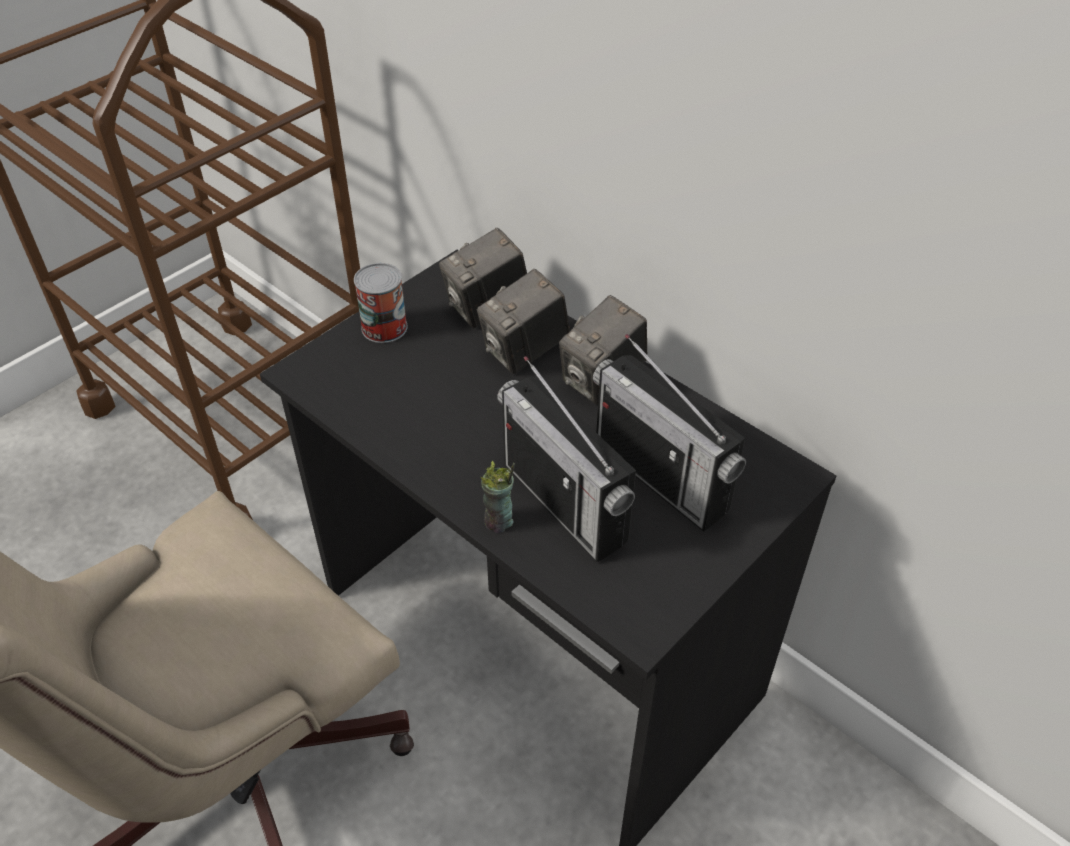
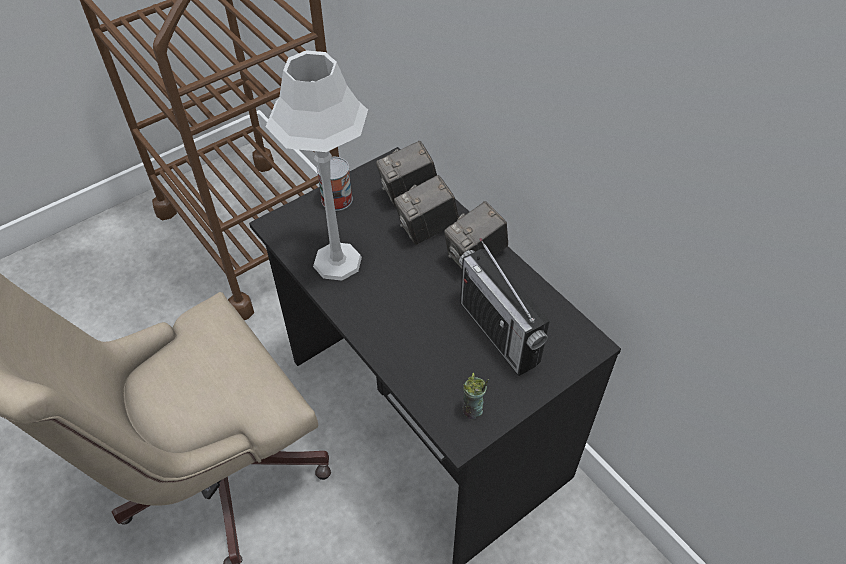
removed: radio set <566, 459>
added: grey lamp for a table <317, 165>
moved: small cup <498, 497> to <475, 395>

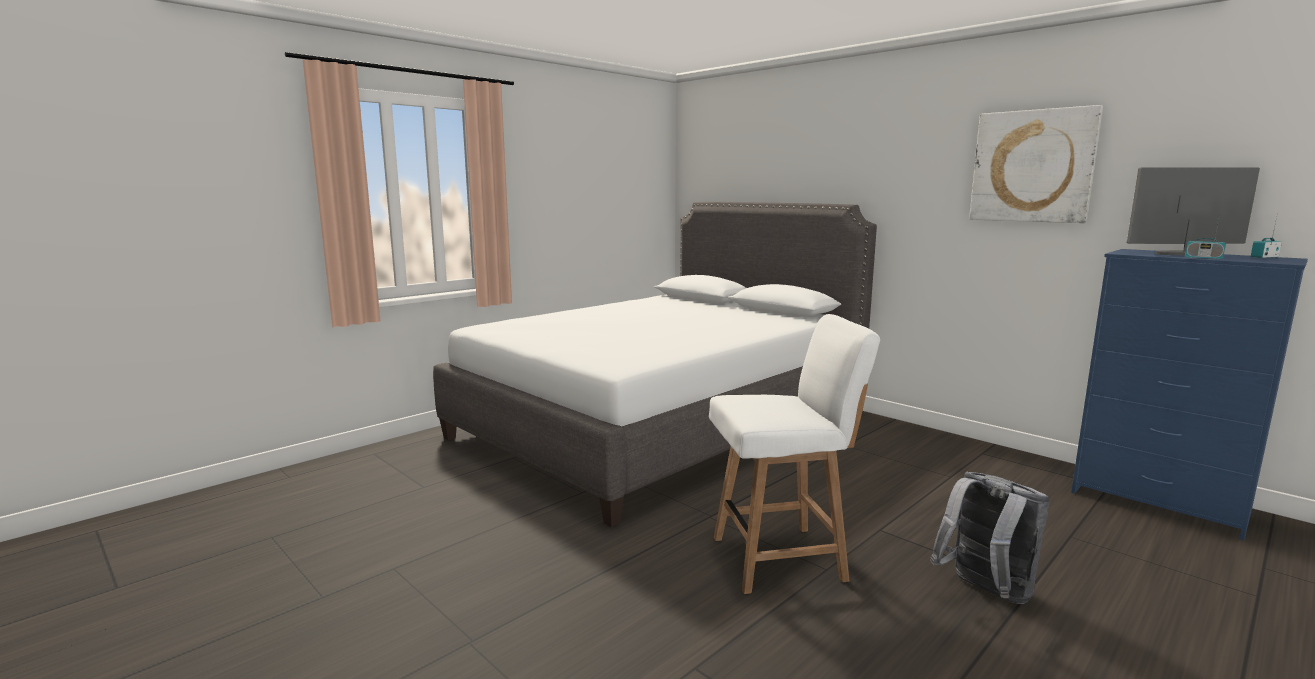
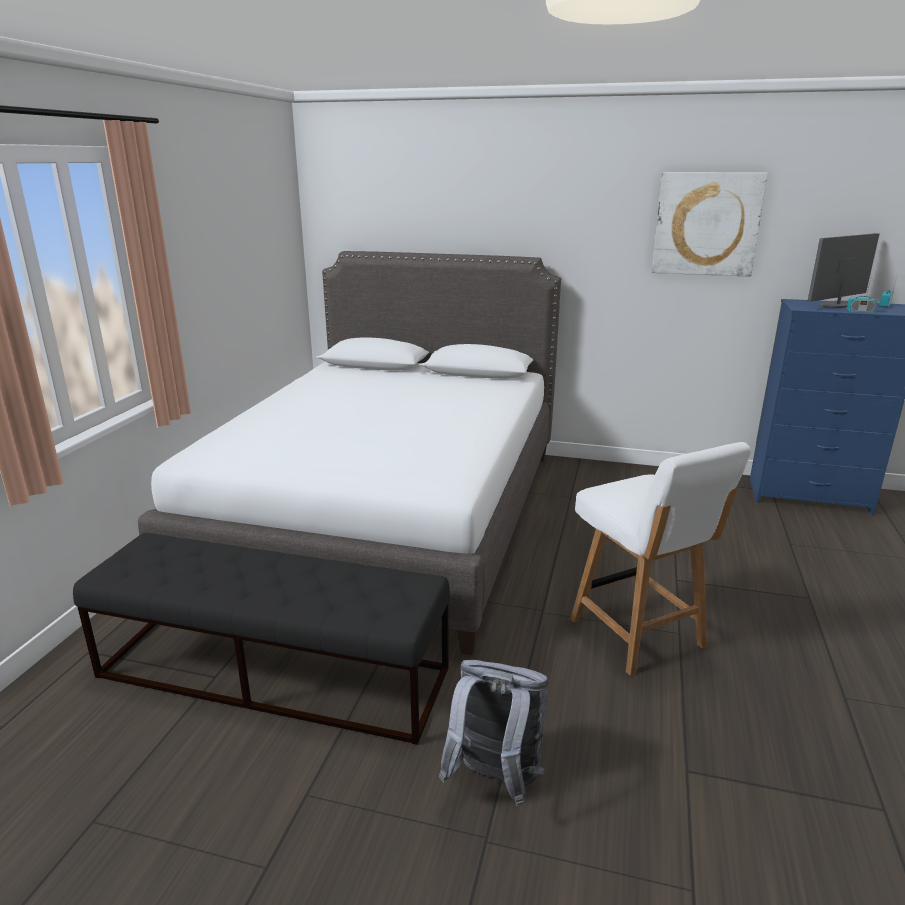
added: blackish long seat <261, 639>
moved: grey knapsack <990, 537> to <494, 733>
turned: white chair <794, 454> = <661, 559> 105 degrees clockwise

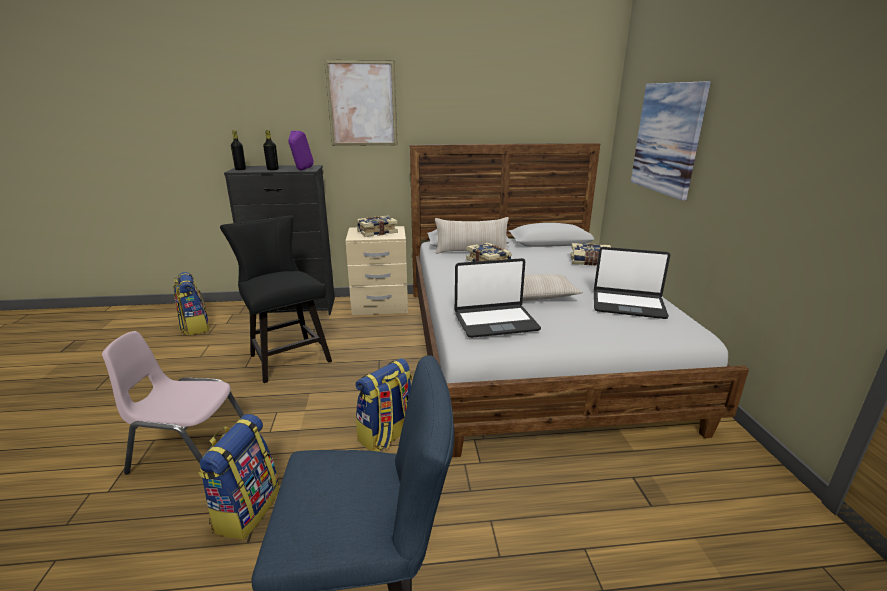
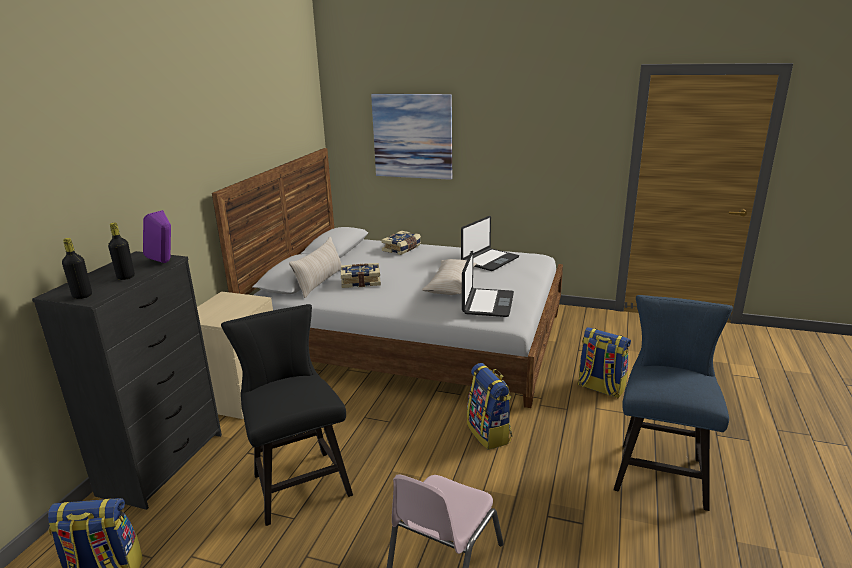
removed: wall picture <361, 103>; volume <377, 226>
moved: knapsack <238, 477> to <604, 362>
turned: blackish chair <276, 299> = <287, 415> 75 degrees clockwise

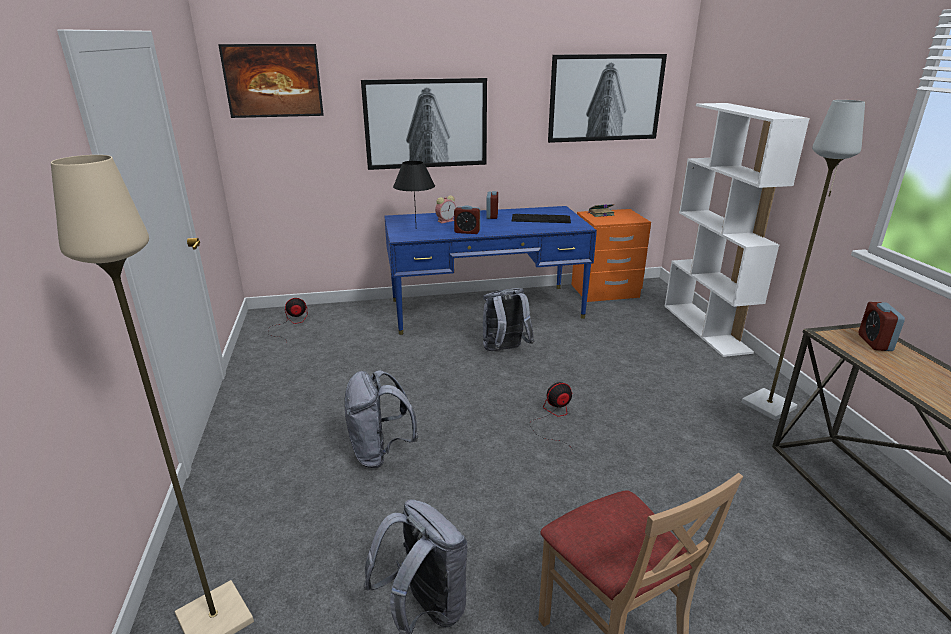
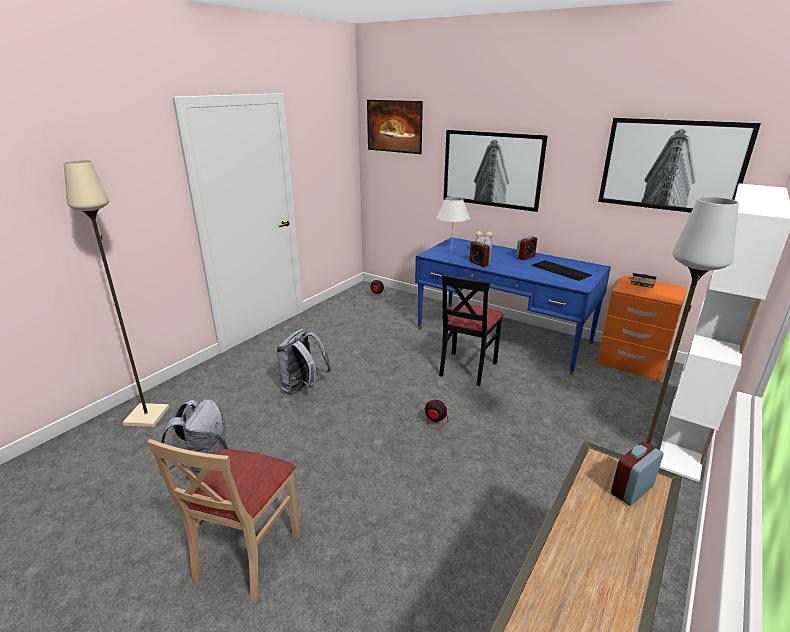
replaced: grey knapsack <509, 319> to blackish chair <471, 330>
recoloured: blackish lamp for a table <414, 191> to white lamp for a table <453, 224>

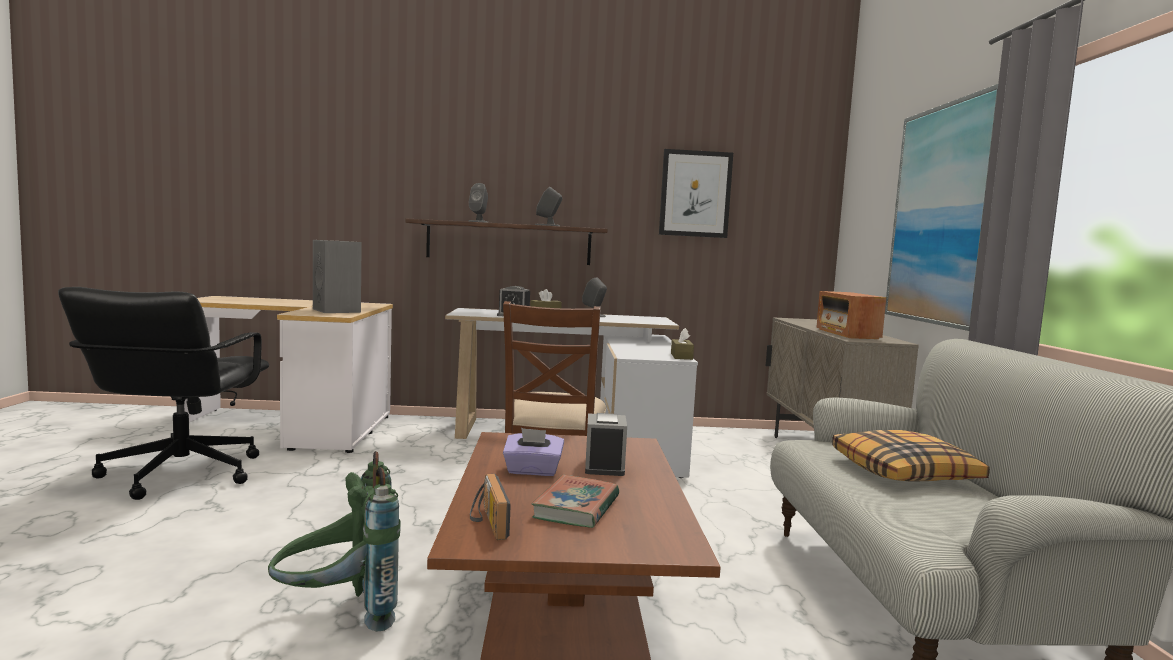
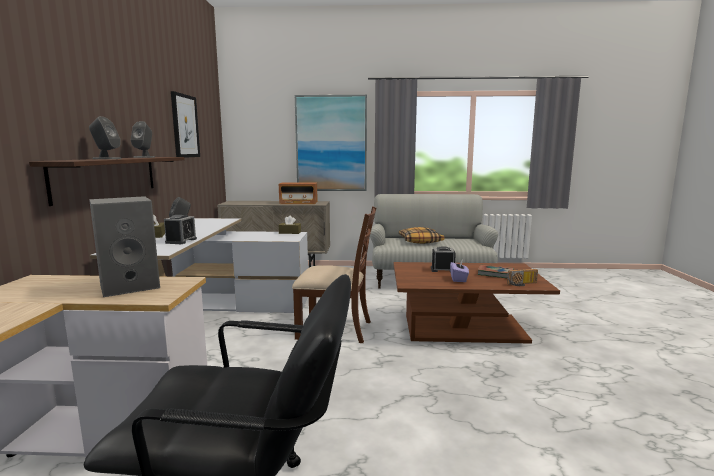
removed: green-coloured knapsack <334, 541>

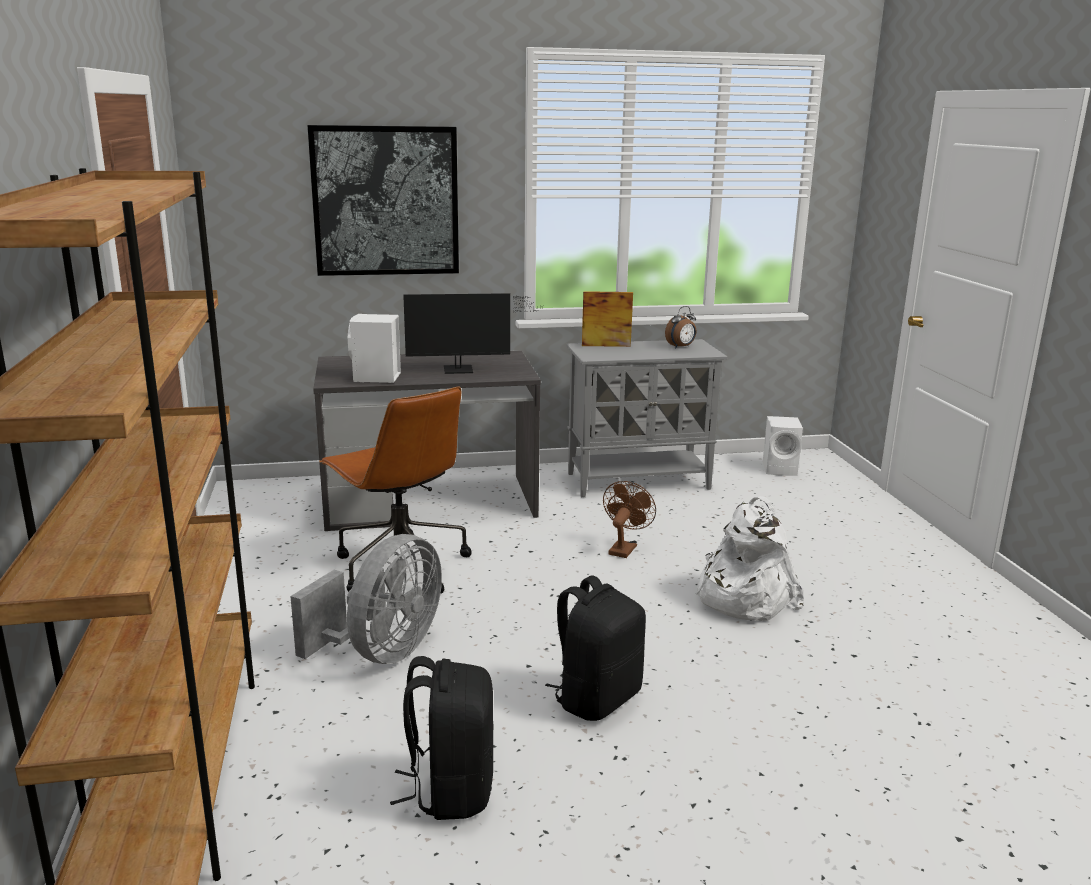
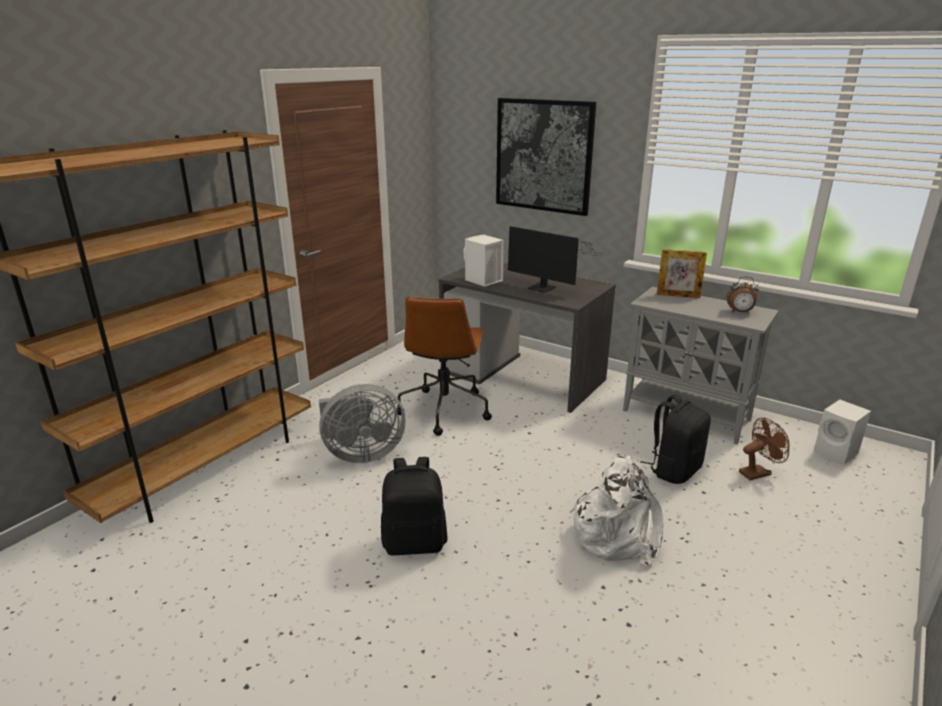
moved: blackish knapsack <441, 738> to <676, 439>; brown cooling fan <629, 519> to <764, 449>
turned: picture frame <607, 319> = <682, 273> 150 degrees clockwise

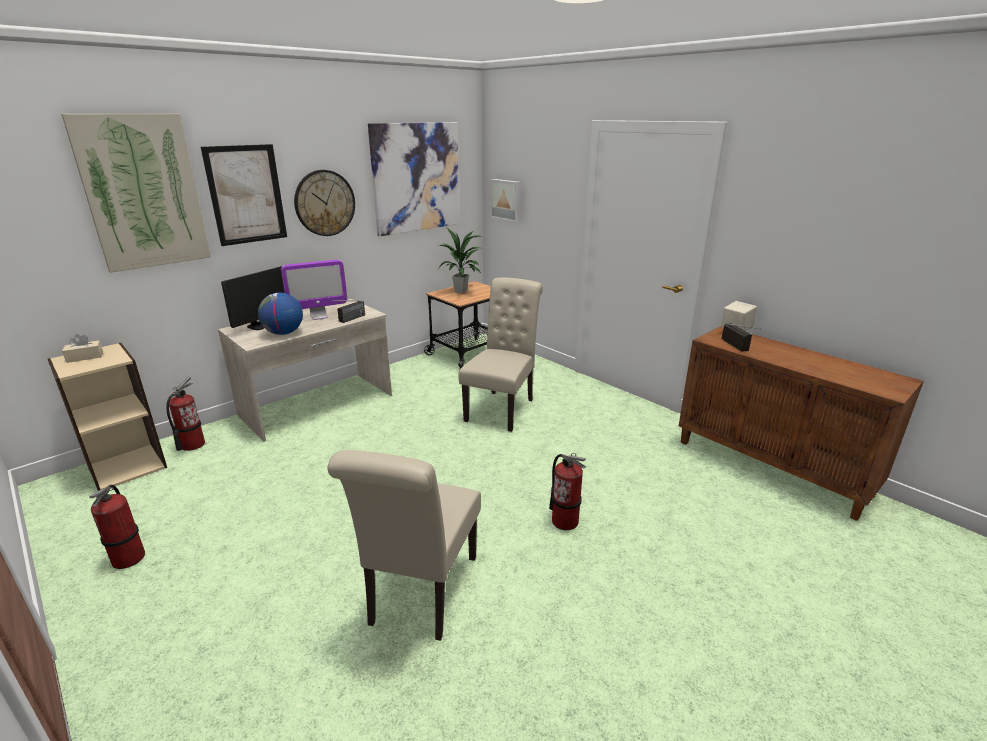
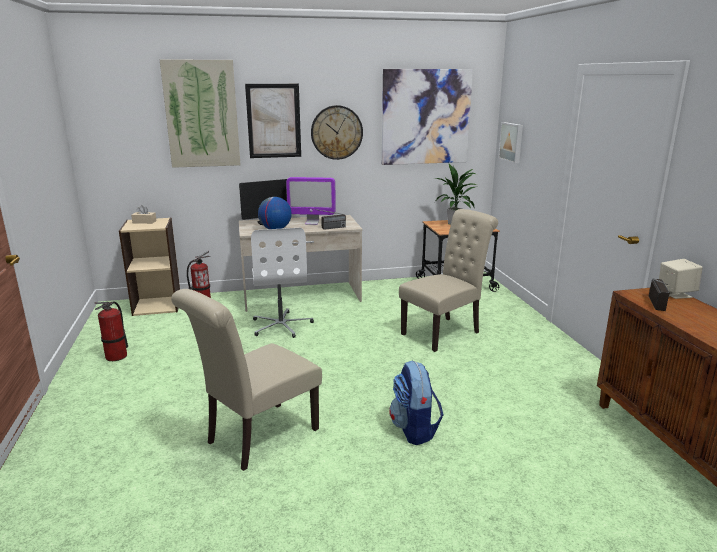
added: white computer chair <282, 283>
replaced: extinguisher <567, 491> to knapsack <416, 403>

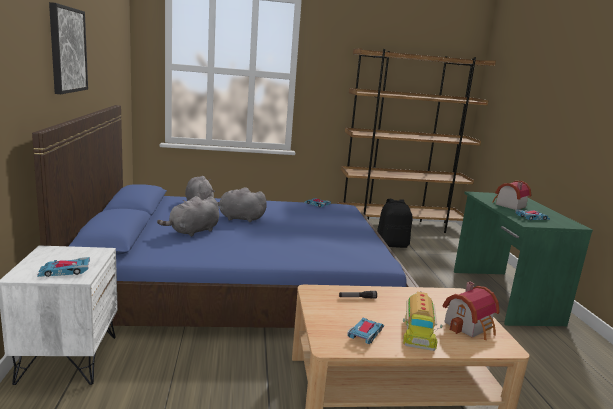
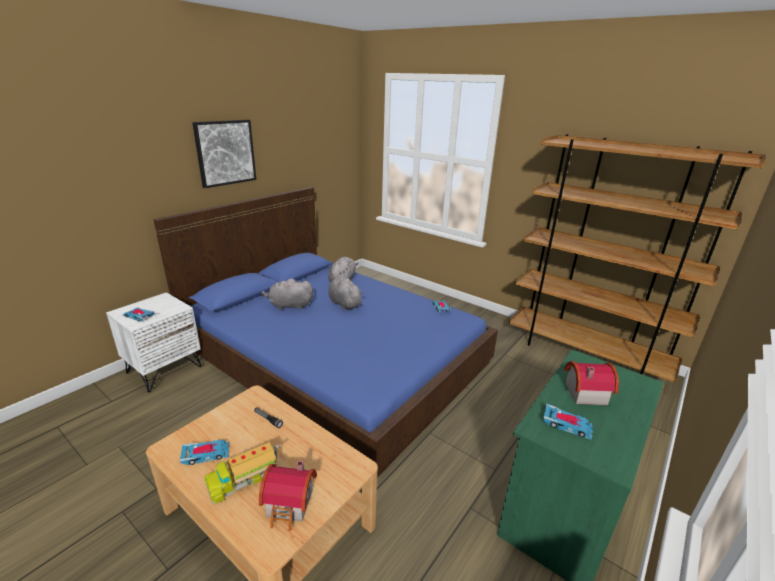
removed: blackish knapsack <395, 223>

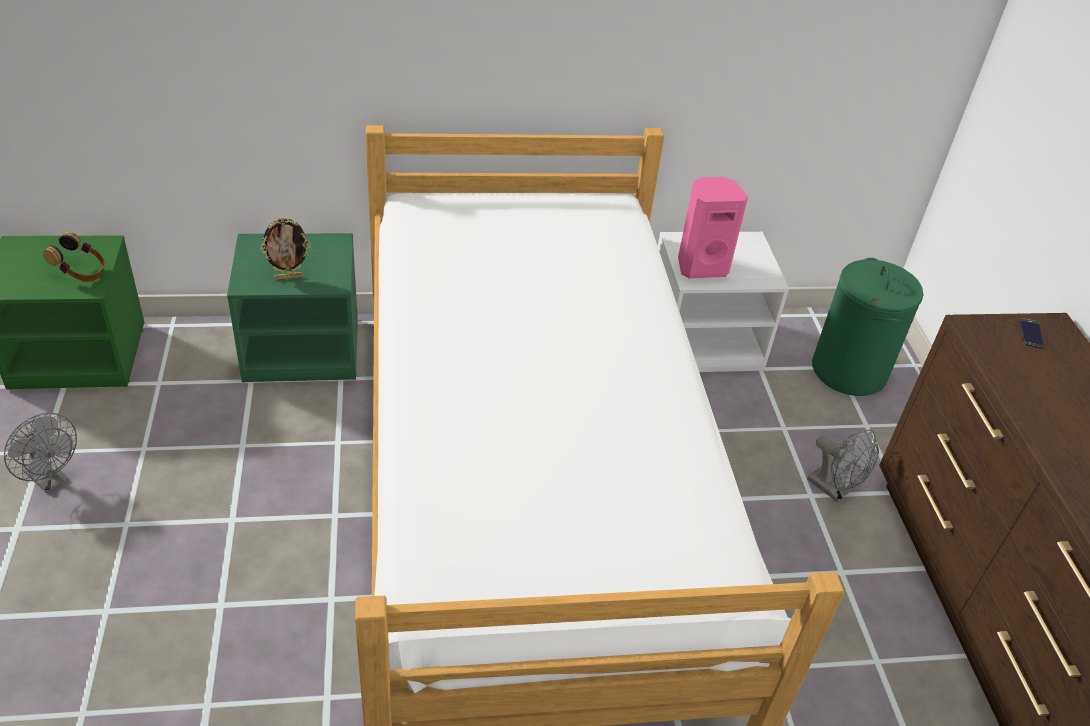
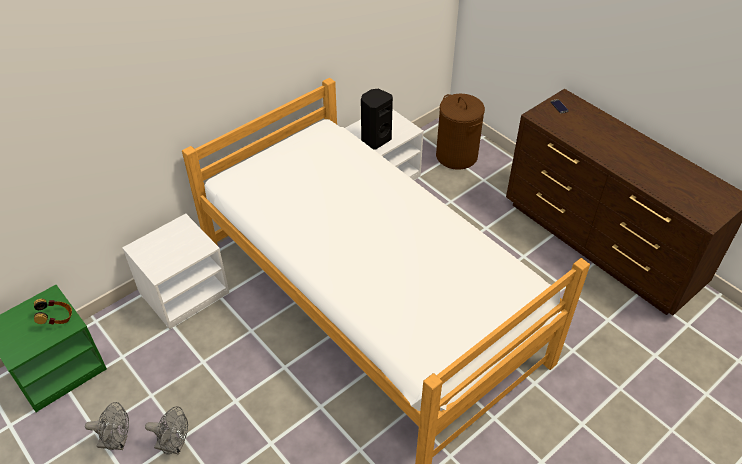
removed: picture frame <285, 248>
moved: grey cooling fan <843, 465> to <166, 430>
recoloured: green-coloured bedside table <292, 307> to white bedside table <175, 271>; pinkish loudspeaker <713, 227> to blackish loudspeaker <377, 119>; green-coloured hamper <868, 327> to brown hamper <460, 132>

